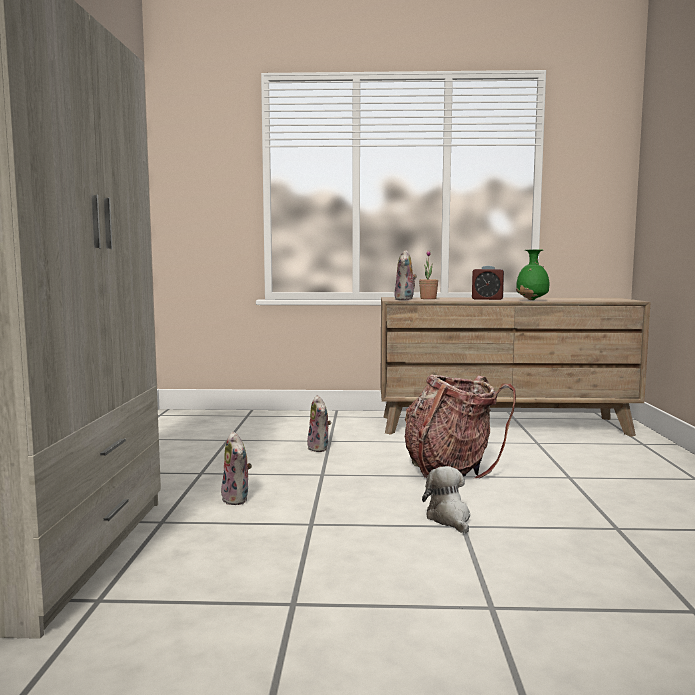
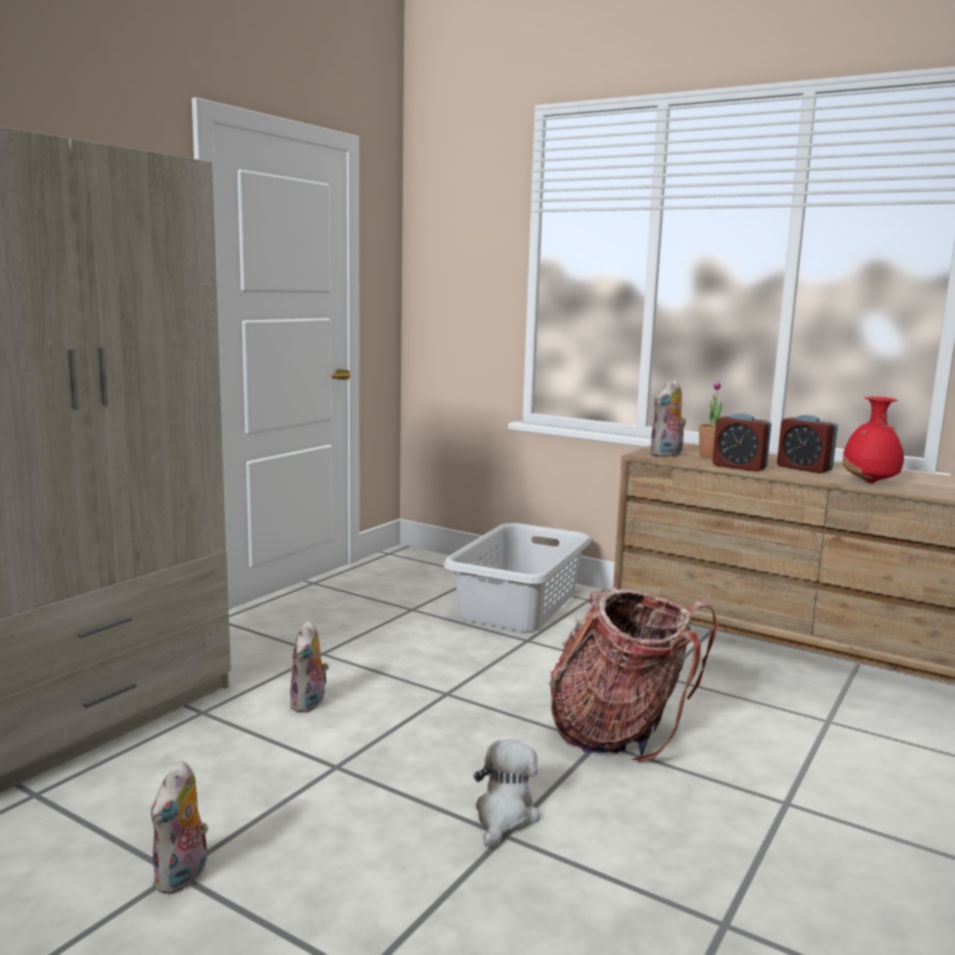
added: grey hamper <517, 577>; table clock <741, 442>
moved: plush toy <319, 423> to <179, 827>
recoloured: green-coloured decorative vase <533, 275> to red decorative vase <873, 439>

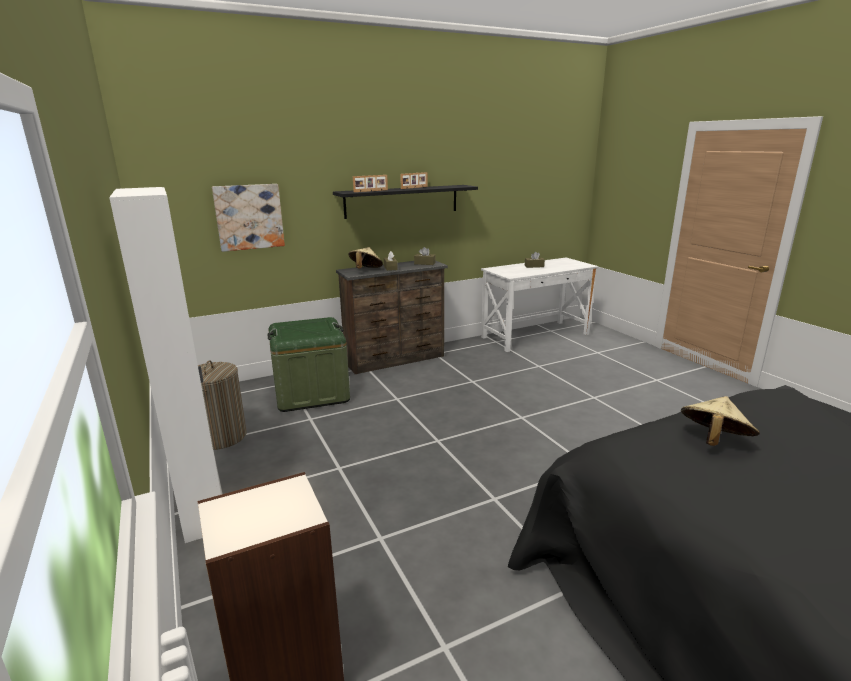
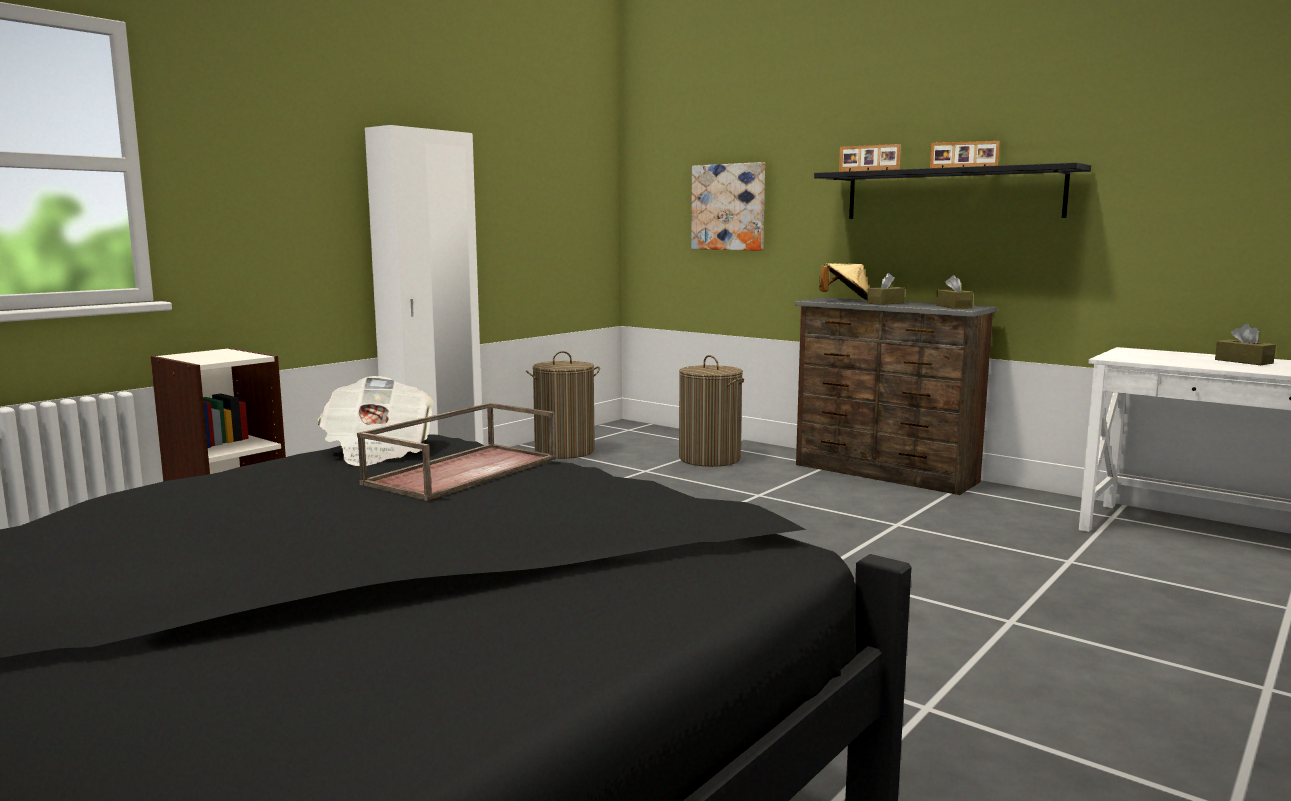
added: newspaper <376, 421>
replaced: green-coloured storage bin <308, 364> to hamper <711, 411>; sand-coloured clothing hat <720, 421> to brown carrying tray <456, 452>

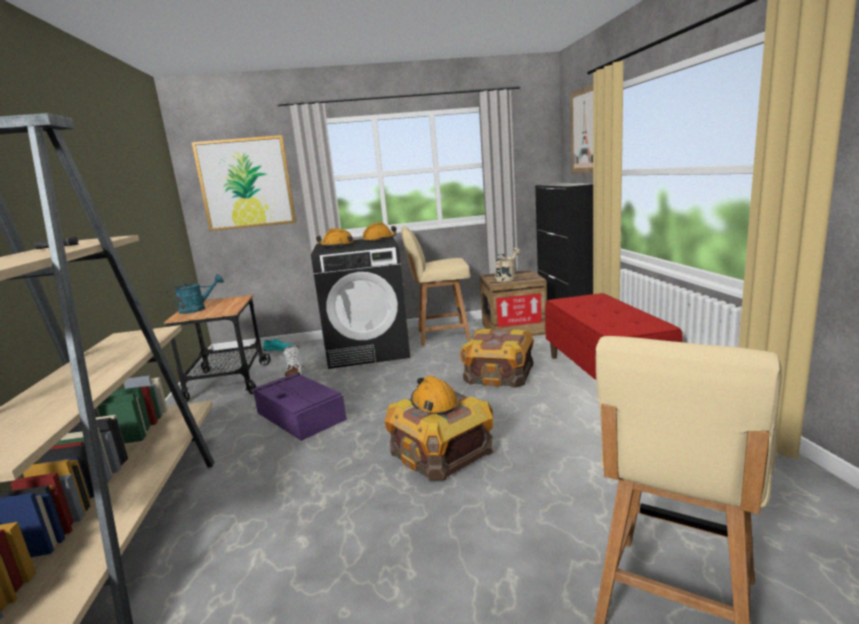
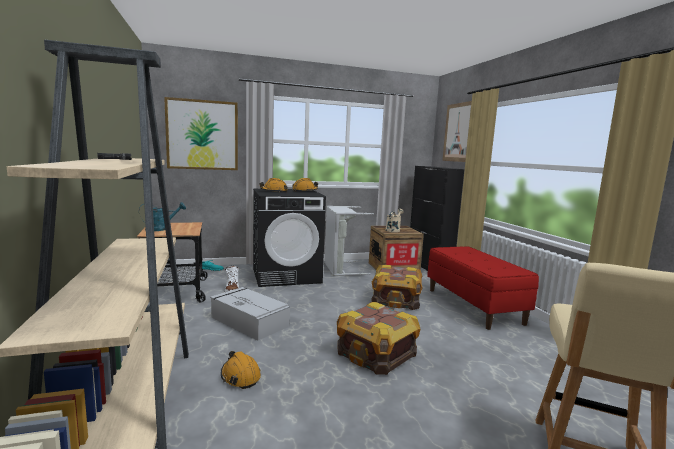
moved: orangey work helmet <434, 395> to <241, 370>
replaced: sand-coloured chair <436, 286> to grey hamper <349, 241>
recoloured: purplish storage bin <299, 407> to grey storage bin <250, 313>

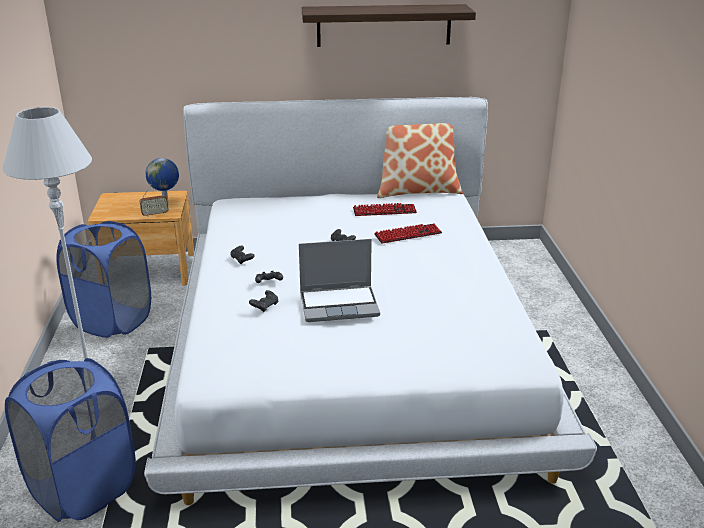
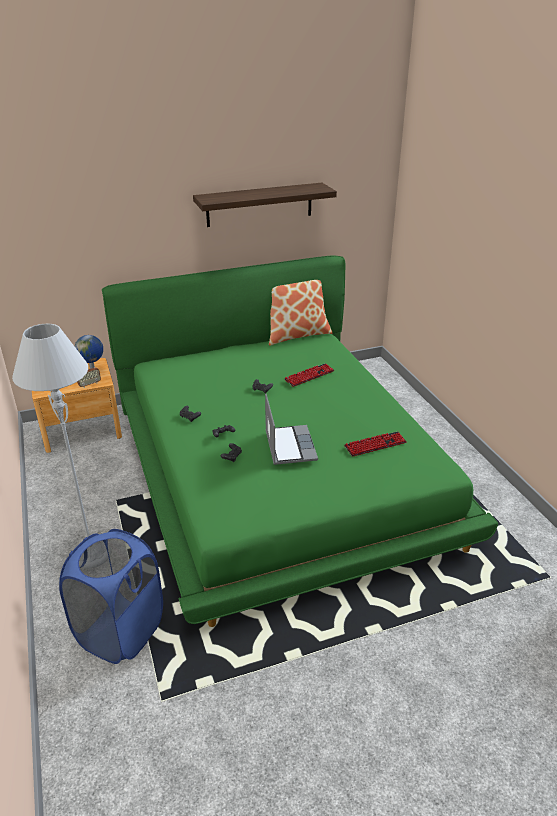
removed: blue-coloured hamper <103, 279>
moved: computer keyboard <385, 209> to <375, 444>
recoloured: white bed <370, 301> to green-coloured bed <300, 441>
turned: notebook computer <339, 280> = <291, 429> 75 degrees counterclockwise

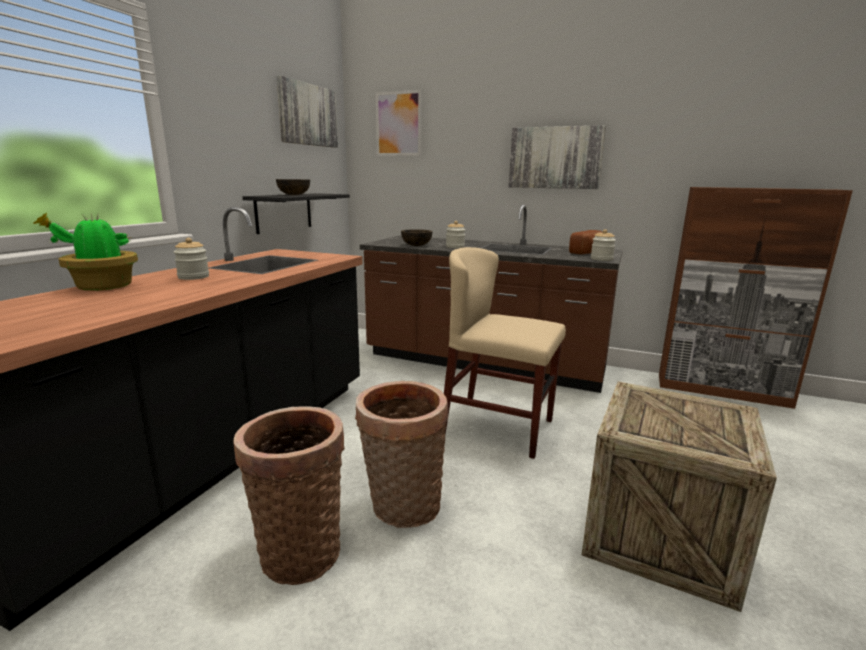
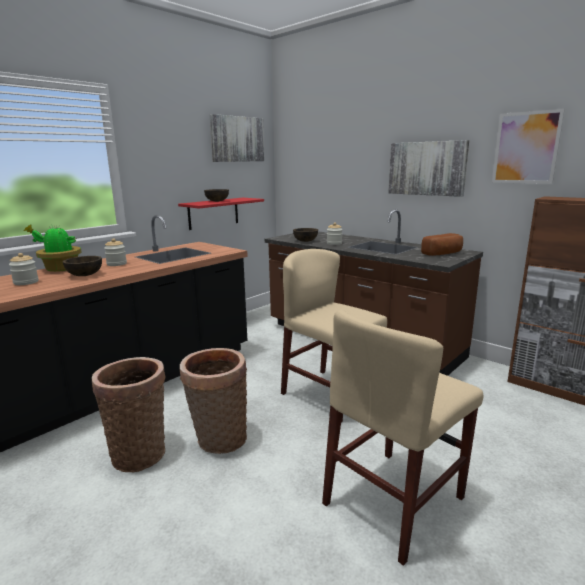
added: brown bowl <82, 266>
moved: wall picture <399, 123> to <528, 146>; jar <603, 245> to <24, 269>
replaced: shipping crate <679, 496> to sand-coloured chair <402, 437>
recoloured: blackish bracket shelf <296, 213> to red bracket shelf <221, 214>

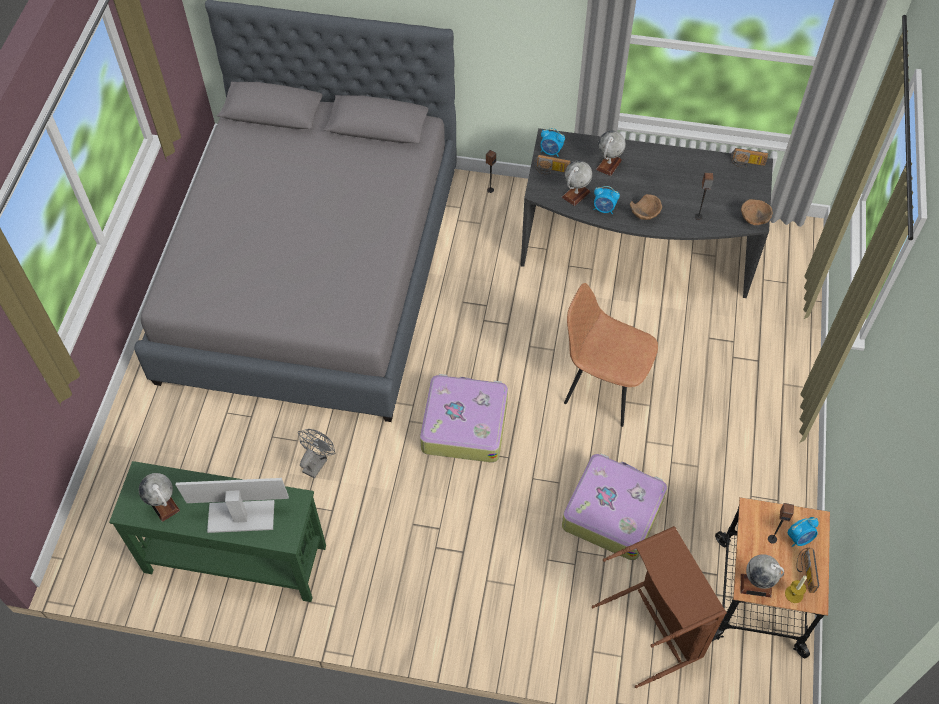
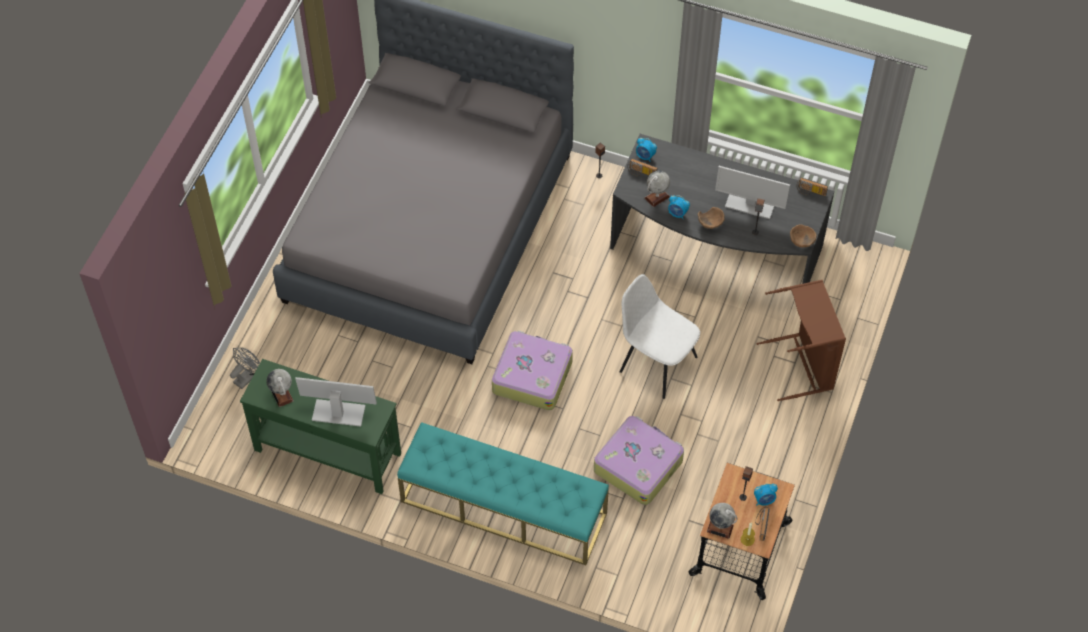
removed: globe <611, 153>
added: turquoise long seat <503, 493>; computer display <752, 192>
moved: grey cooling fan <317, 453> to <245, 368>; brown hamper <659, 607> to <801, 340>
recoloured: brown chair <611, 355> to white chair <660, 336>

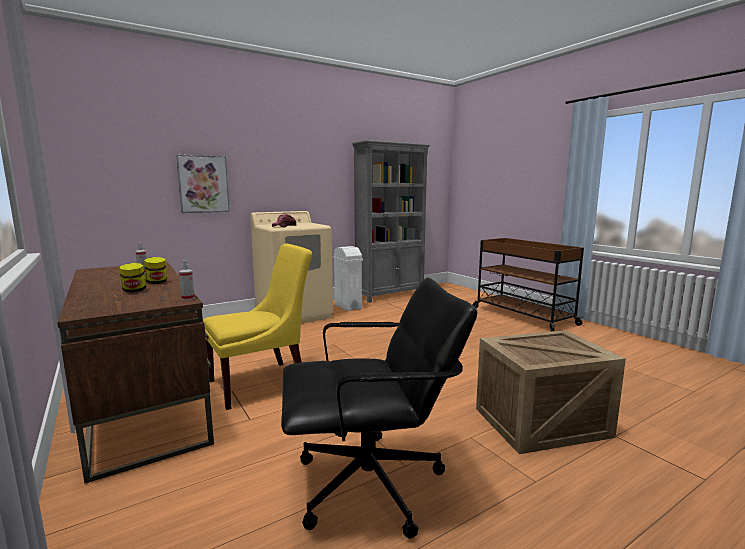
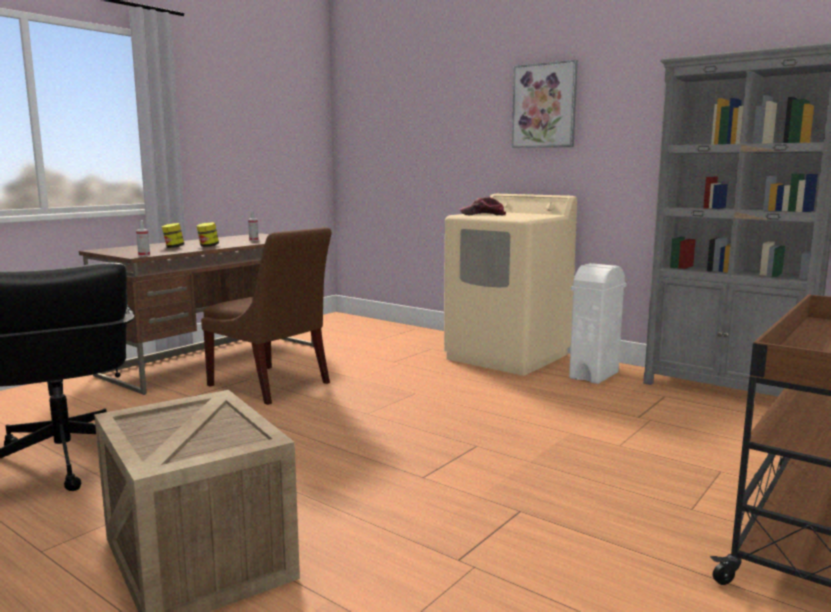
moved: wall picture <203, 184> to <545, 104>
recoloured: yellow chair <257, 326> to brown chair <266, 316>

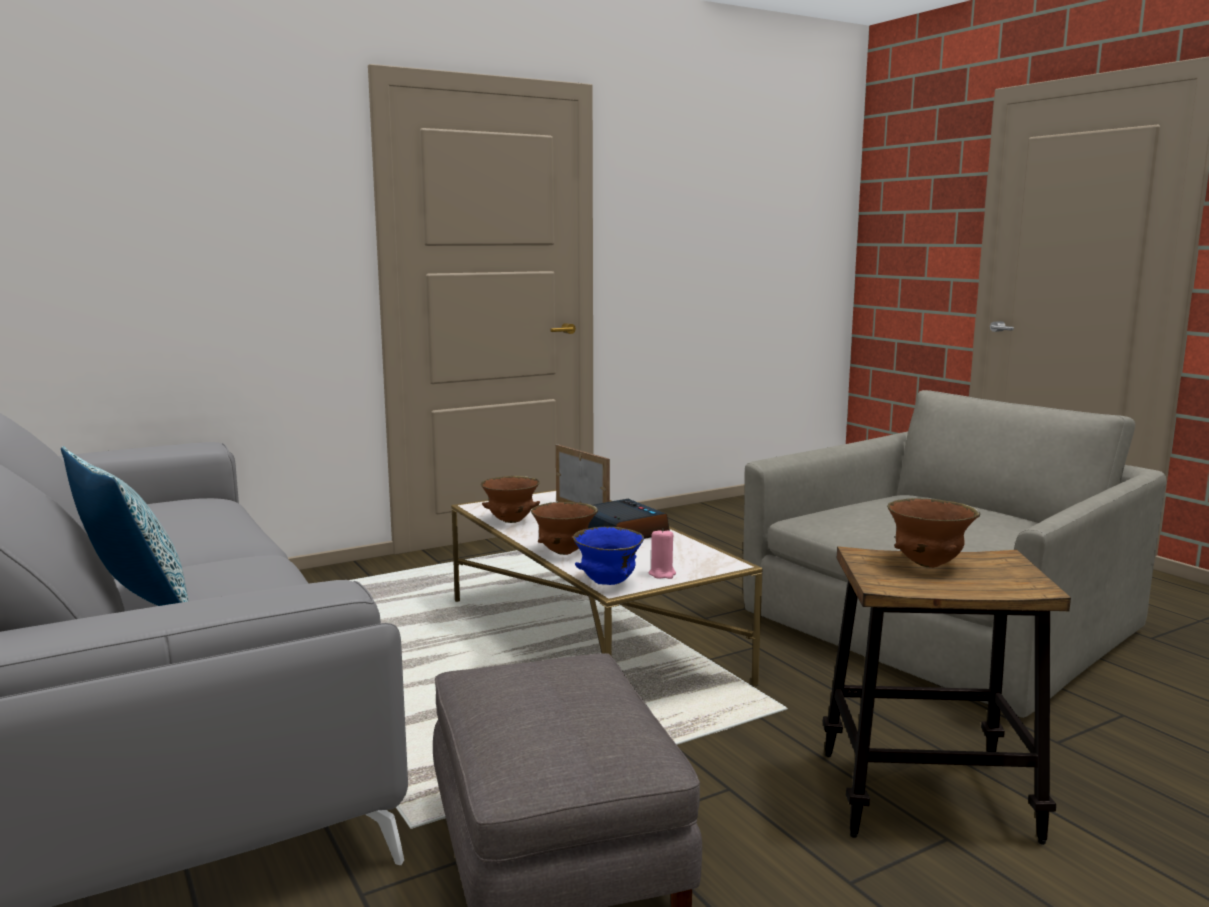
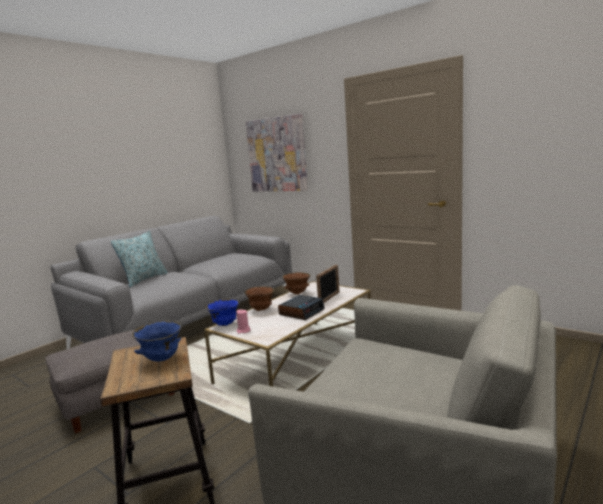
added: wall picture <277, 152>
recoloured: brown bowl <933, 533> to blue-coloured bowl <157, 341>

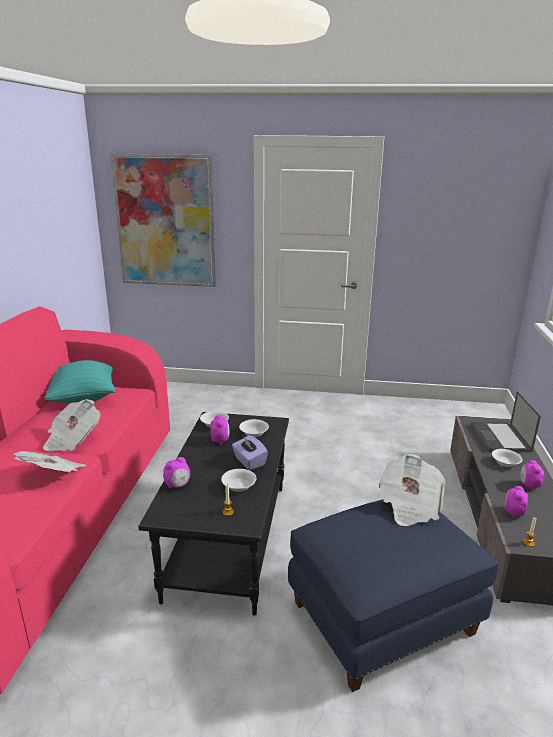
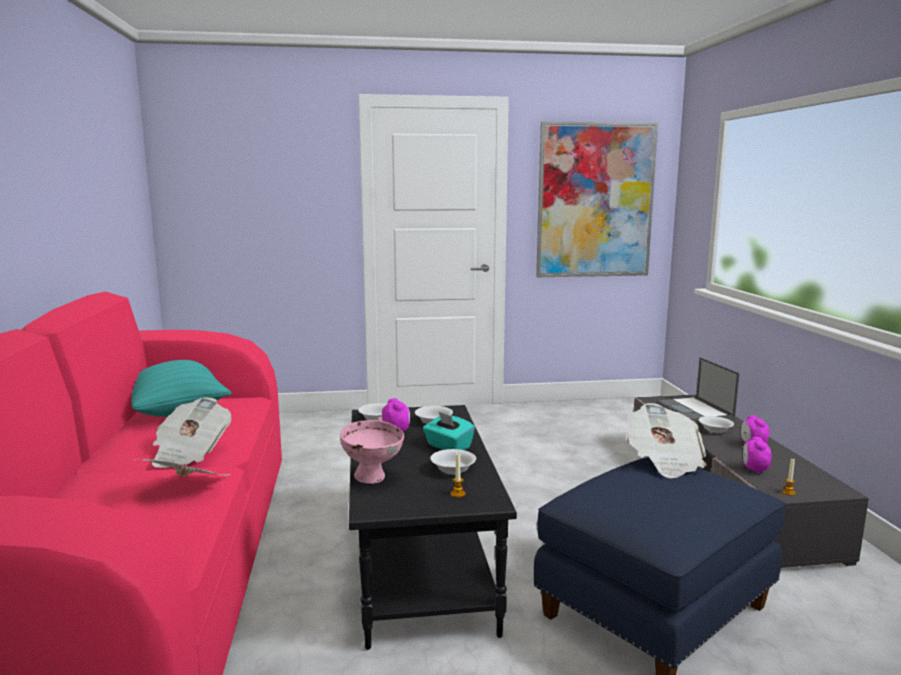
moved: wall picture <163, 220> to <597, 199>
replaced: table clock <176, 473> to pinkish bowl <372, 450>
recoloured: purplish tissue box <250, 452> to turquoise tissue box <449, 430>

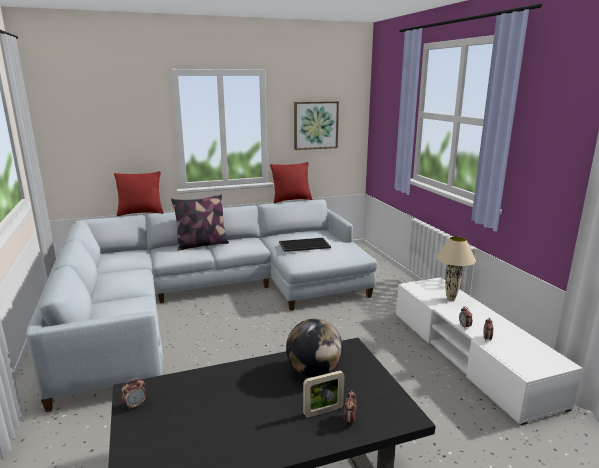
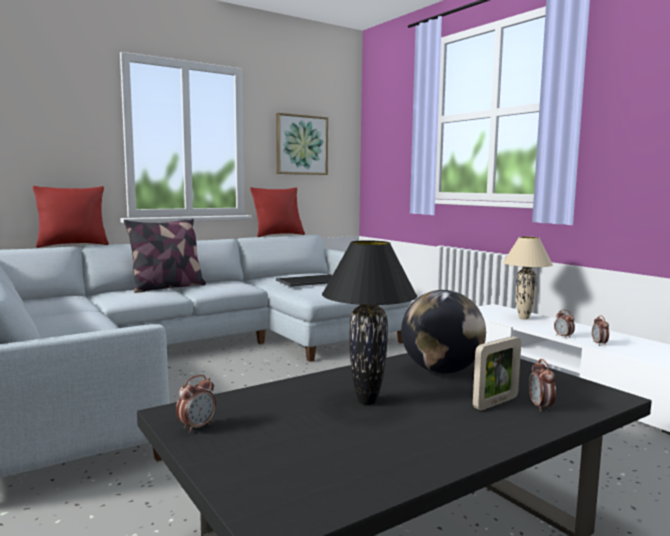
added: blackish lamp for a table <369, 322>

